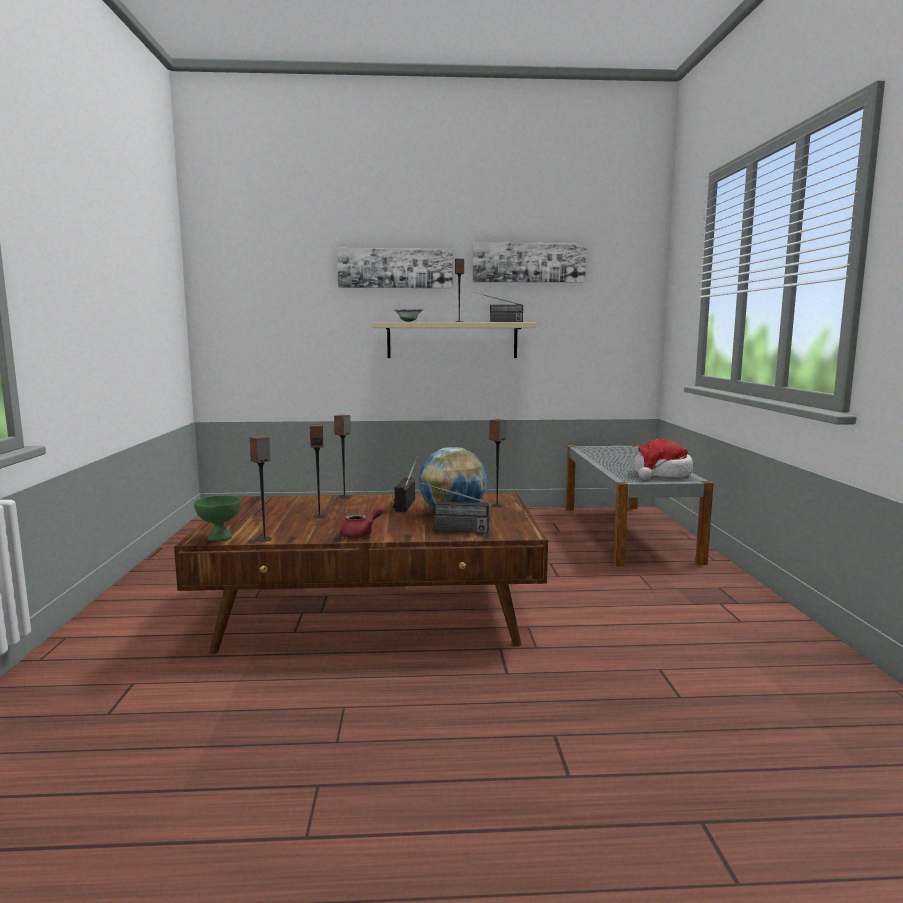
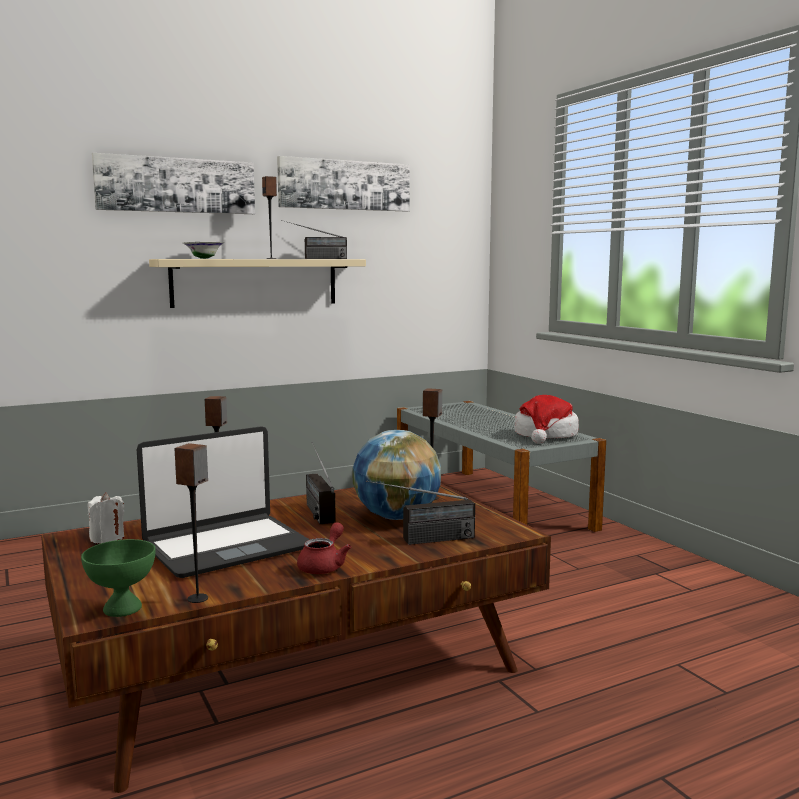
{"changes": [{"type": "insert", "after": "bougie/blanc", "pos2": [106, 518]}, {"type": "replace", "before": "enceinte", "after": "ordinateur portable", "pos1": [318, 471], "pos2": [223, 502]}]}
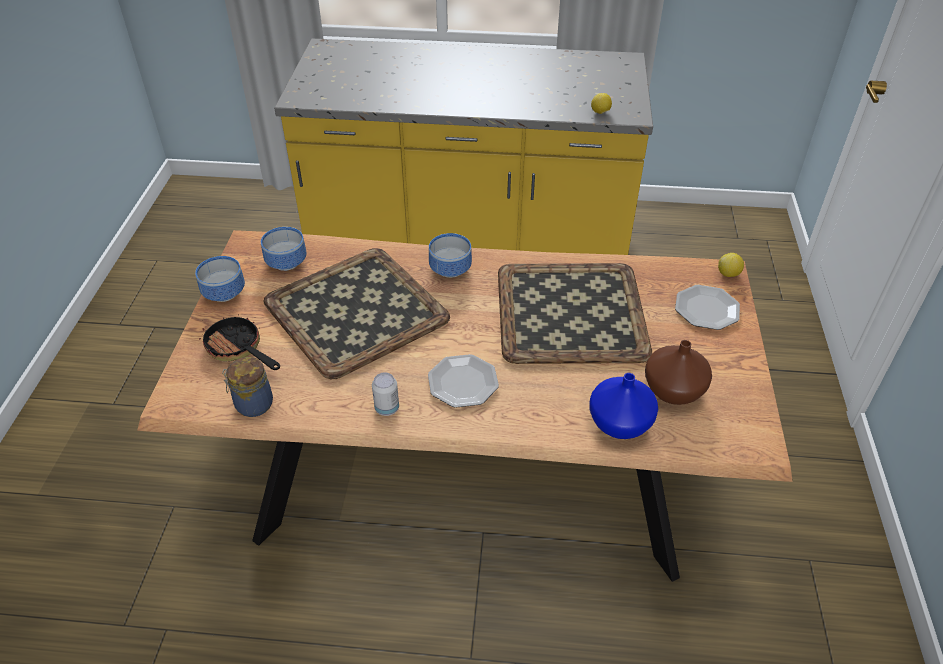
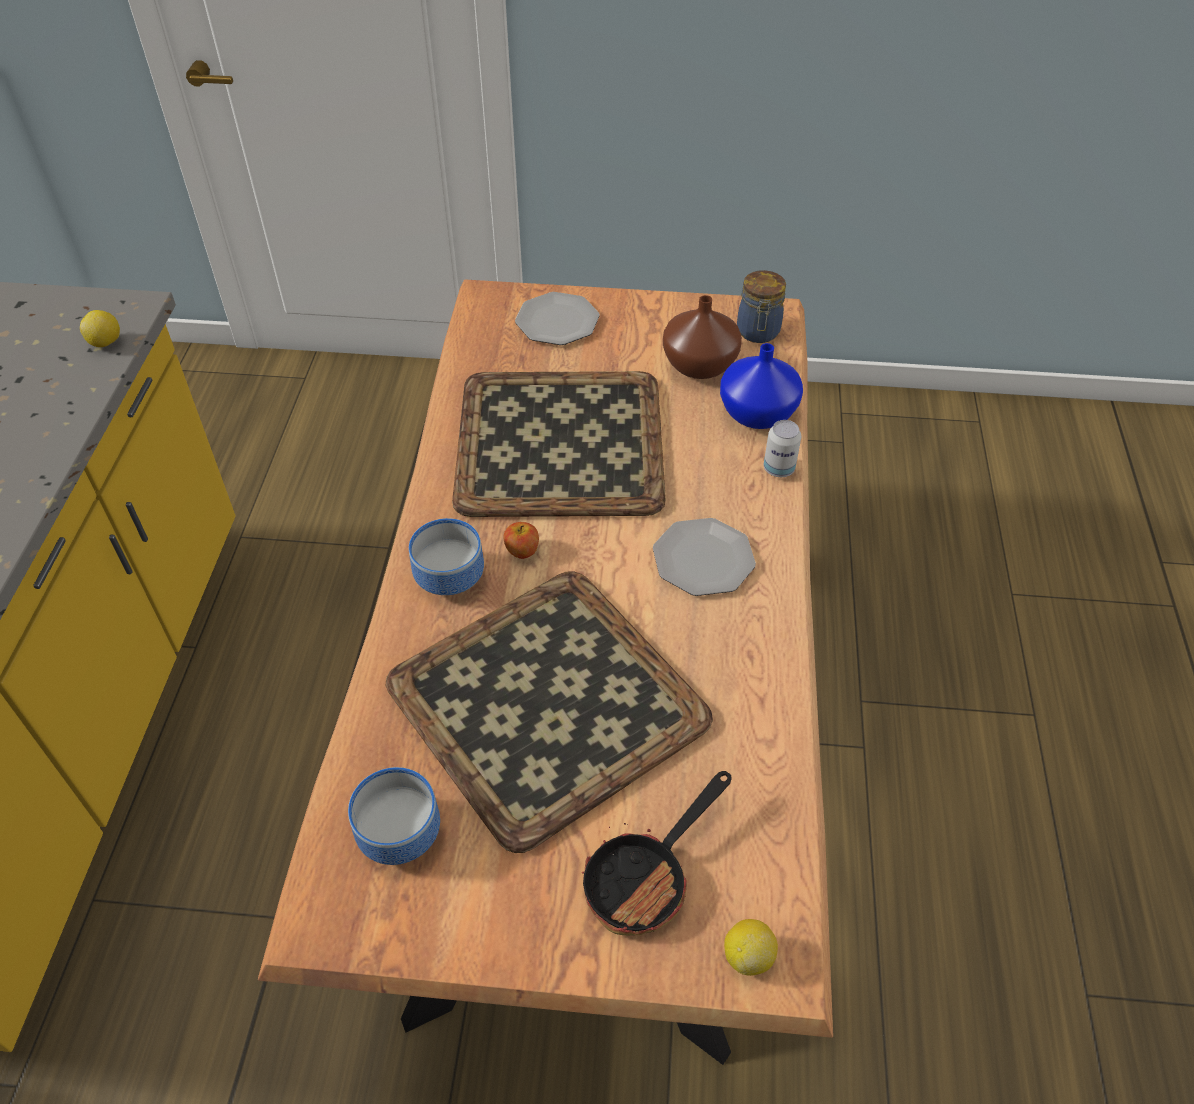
{"changes": [{"type": "insert", "after": "pomme", "pos2": [521, 540]}, {"type": "move", "before": "citron", "pos1": [731, 265], "pos2": [751, 947]}, {"type": "move", "before": "bocal", "pos1": [247, 387], "pos2": [761, 306]}, {"type": "move", "before": "boîte métallique", "pos1": [385, 394], "pos2": [782, 448]}, {"type": "delete", "before": "bol", "pos1": [220, 279]}]}
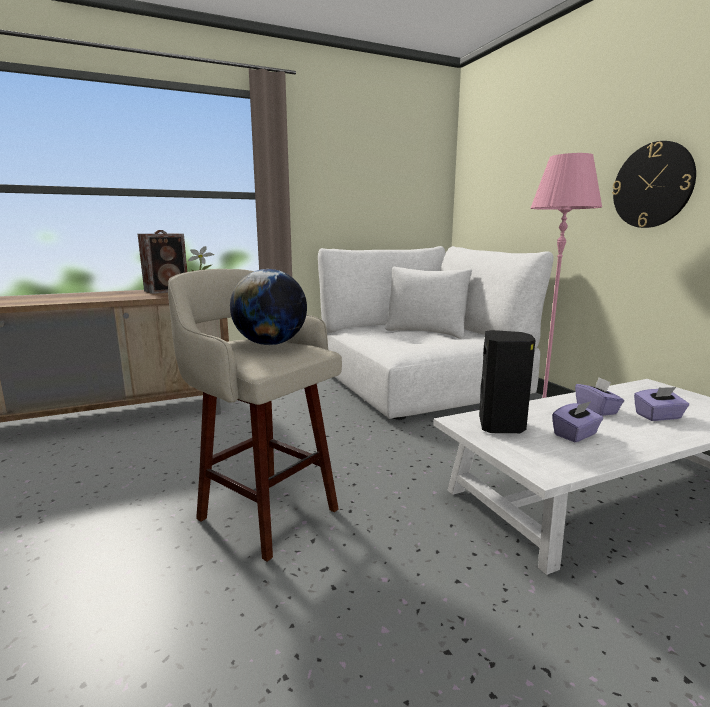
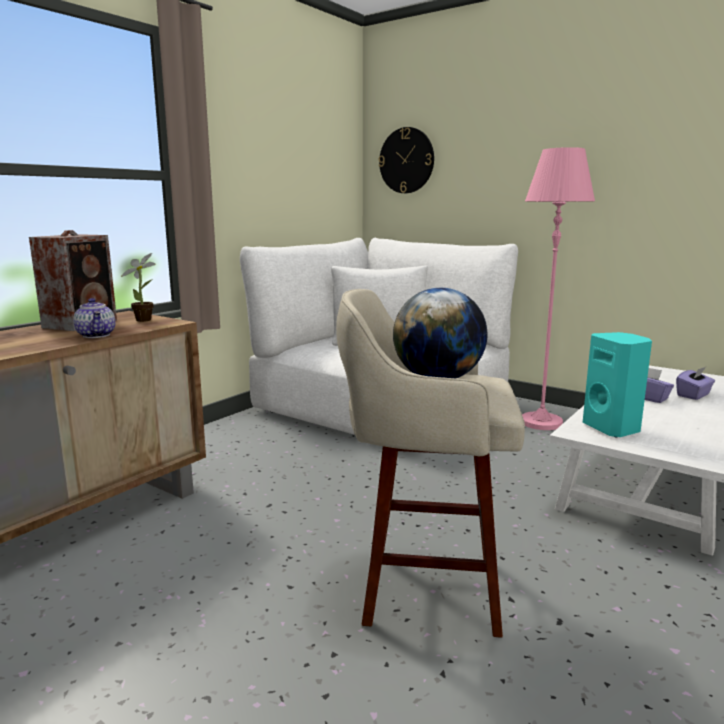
{"changes": [{"type": "insert", "after": "théière", "pos2": [94, 318]}, {"type": "move", "before": "horloge murale", "pos1": [654, 184], "pos2": [406, 160]}, {"type": "recolor", "before": "enceinte/noir", "after": "enceinte/turquoise", "pos1": [507, 381], "pos2": [617, 384]}, {"type": "delete", "before": "boîte à mouchoirs/violet", "pos1": [577, 421]}]}
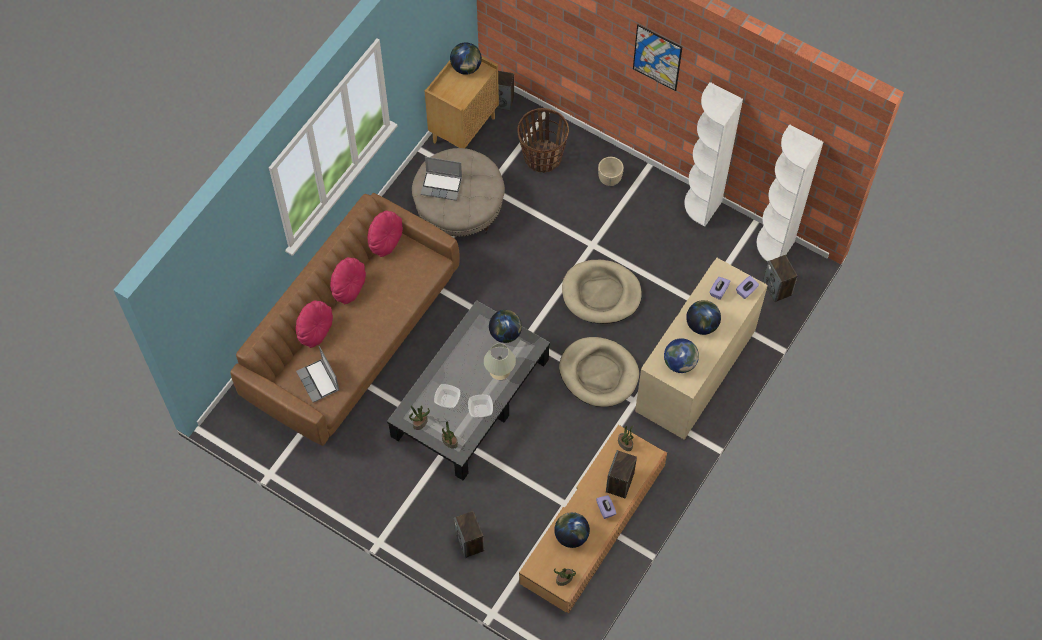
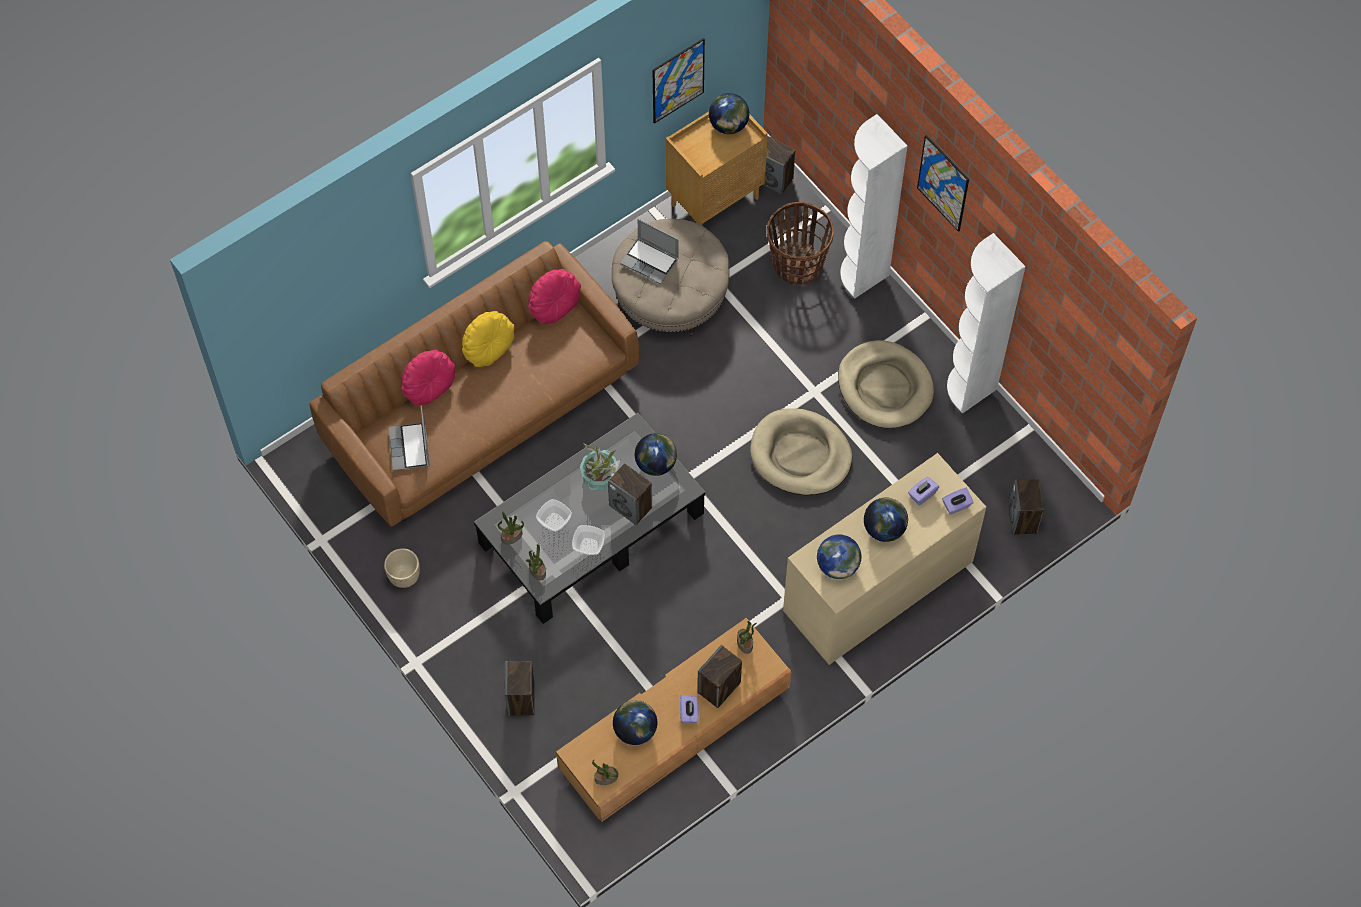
{"changes": [{"type": "move", "before": "cache-pot/beige", "pos1": [611, 171], "pos2": [402, 568]}, {"type": "recolor", "before": "coussin/rose", "after": "coussin/jaune", "pos1": [348, 280], "pos2": [488, 339]}, {"type": "insert", "after": "plante en pot", "pos2": [600, 466]}, {"type": "replace", "before": "lampe de table/beige", "after": "enceinte", "pos1": [500, 361], "pos2": [630, 494]}, {"type": "insert", "after": "tableau", "pos2": [678, 81]}, {"type": "move", "before": "panier pour chien/beige", "pos1": [599, 372], "pos2": [886, 384]}, {"type": "move", "before": "bibliothèque/blanc", "pos1": [790, 193], "pos2": [873, 206]}]}
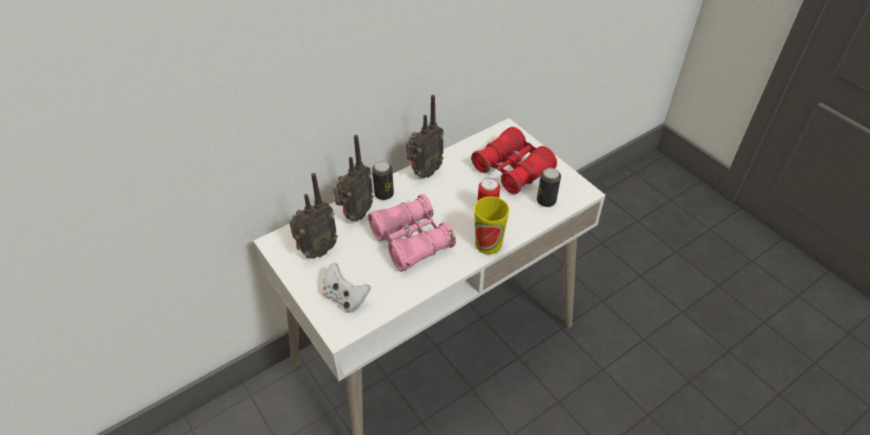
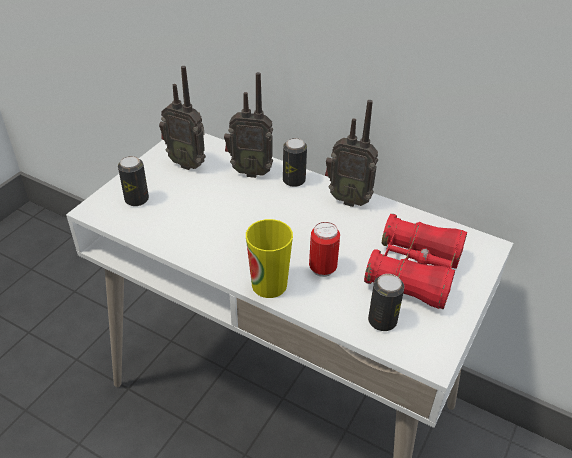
{"changes": [{"type": "replace", "before": "manette/blanc", "after": "boîte métallique", "pos1": [346, 288], "pos2": [133, 181]}, {"type": "delete", "before": "jumelles/rose", "pos1": [412, 233]}]}
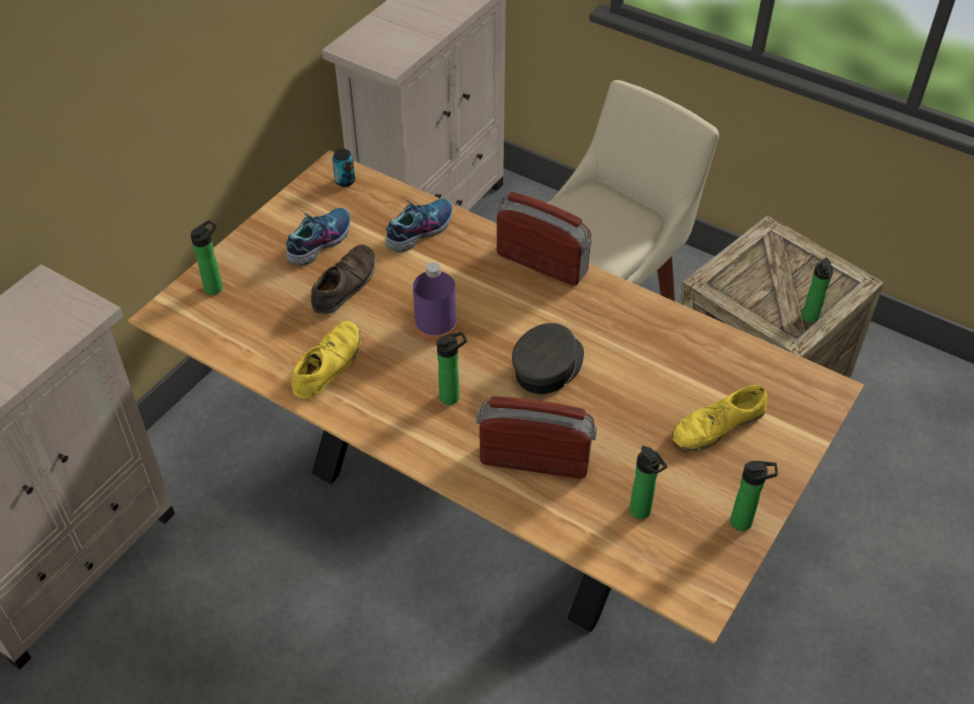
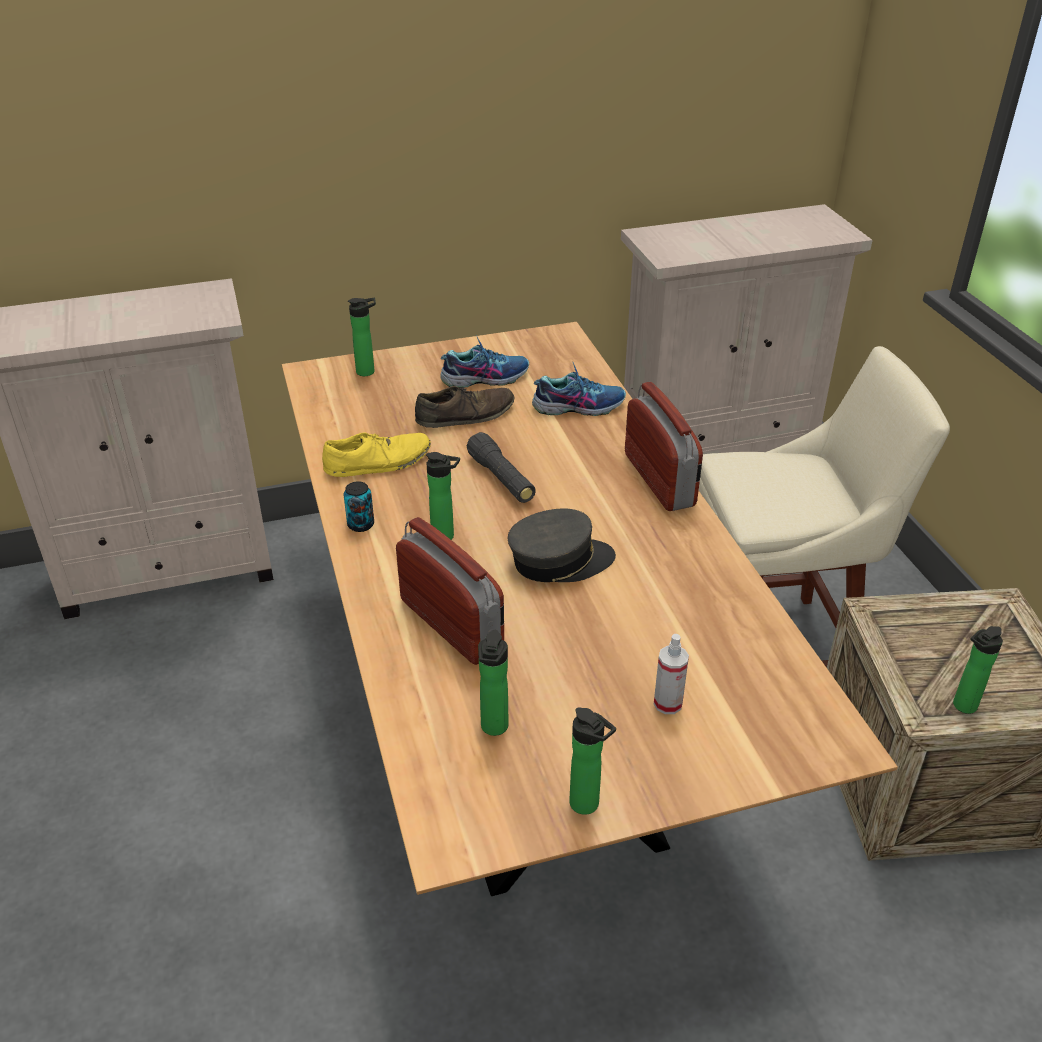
{"changes": [{"type": "move", "before": "boîte métallique", "pos1": [343, 168], "pos2": [359, 506]}, {"type": "replace", "before": "bouteille/violet", "after": "lampe de poche/noir", "pos1": [435, 301], "pos2": [501, 467]}, {"type": "replace", "before": "chaussure/jaune", "after": "vaporisateur", "pos1": [719, 418], "pos2": [671, 674]}]}
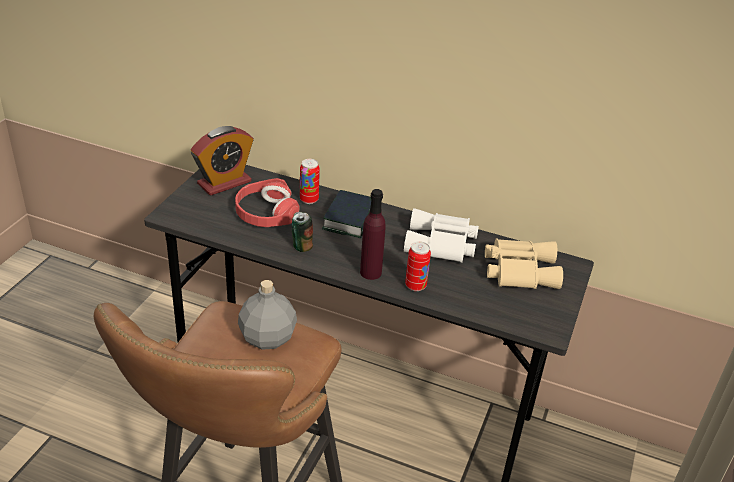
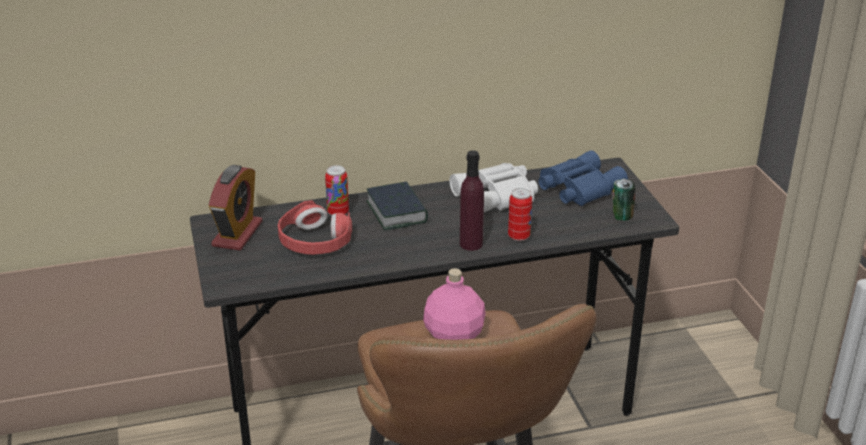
{"changes": [{"type": "recolor", "before": "bouteille/gris", "after": "bouteille/rose", "pos1": [267, 315], "pos2": [454, 304]}, {"type": "recolor", "before": "jumelles/beige", "after": "jumelles/bleu", "pos1": [524, 264], "pos2": [583, 178]}, {"type": "move", "before": "boîte métallique", "pos1": [302, 232], "pos2": [623, 200]}]}
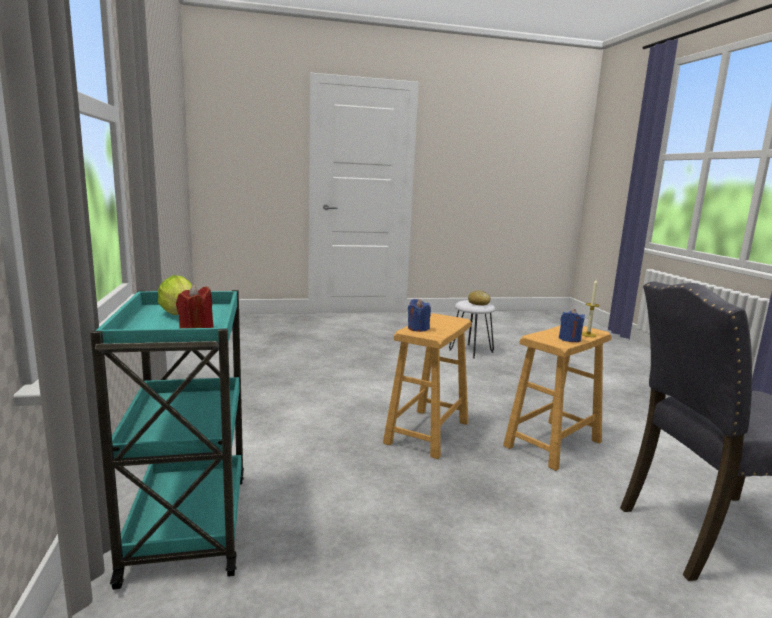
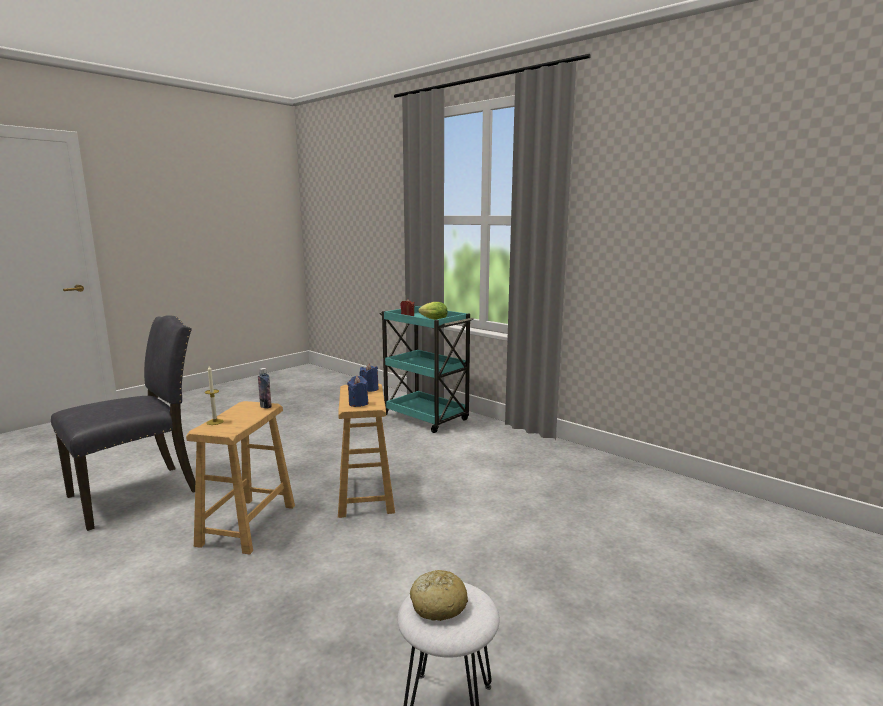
{"changes": [{"type": "insert", "after": "bouteille", "pos2": [265, 388]}, {"type": "move", "before": "bougie/bleu", "pos1": [572, 325], "pos2": [357, 391]}]}
